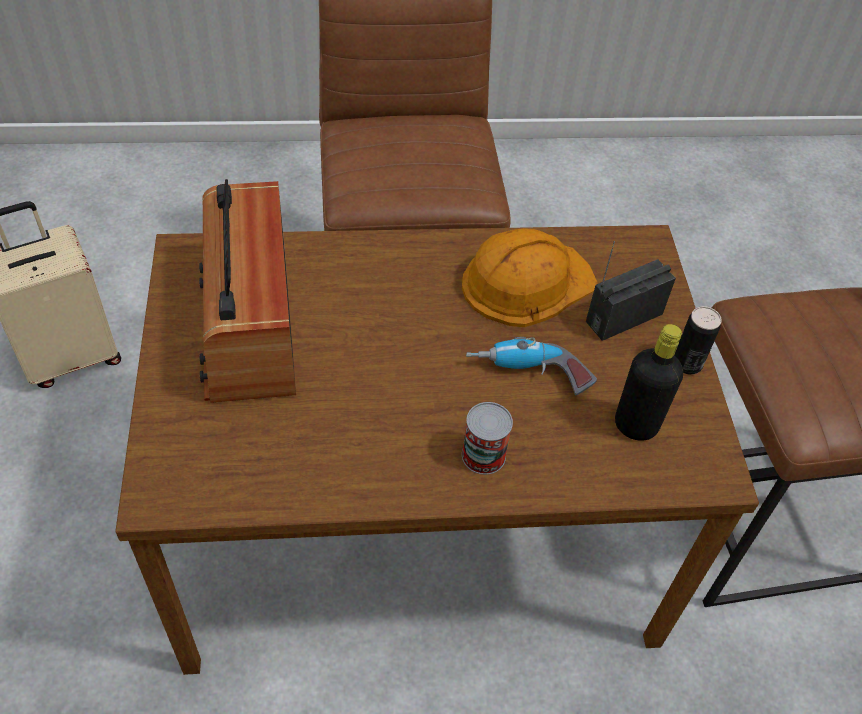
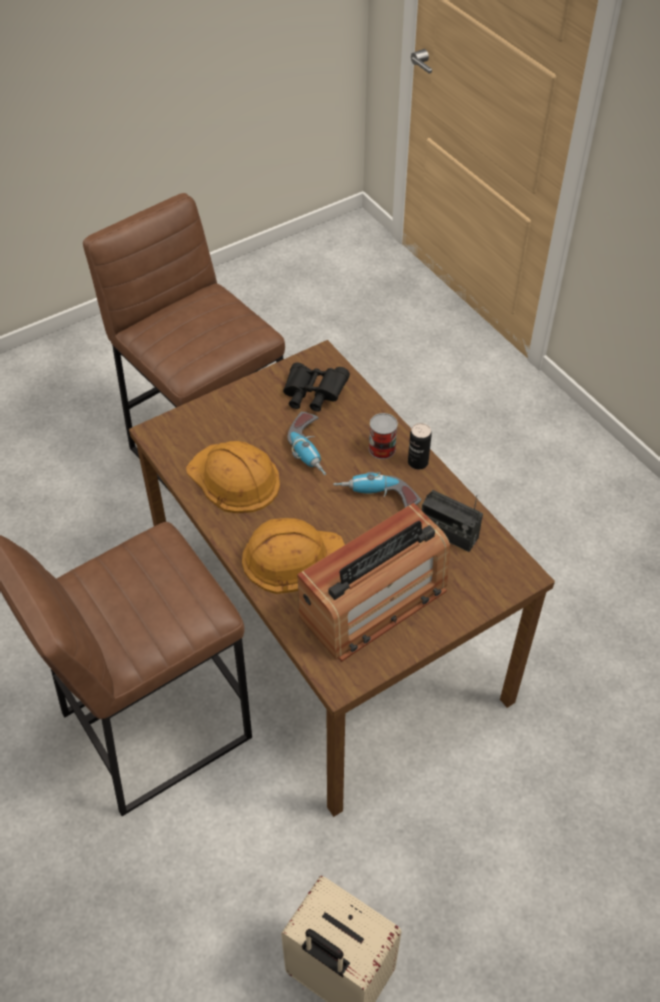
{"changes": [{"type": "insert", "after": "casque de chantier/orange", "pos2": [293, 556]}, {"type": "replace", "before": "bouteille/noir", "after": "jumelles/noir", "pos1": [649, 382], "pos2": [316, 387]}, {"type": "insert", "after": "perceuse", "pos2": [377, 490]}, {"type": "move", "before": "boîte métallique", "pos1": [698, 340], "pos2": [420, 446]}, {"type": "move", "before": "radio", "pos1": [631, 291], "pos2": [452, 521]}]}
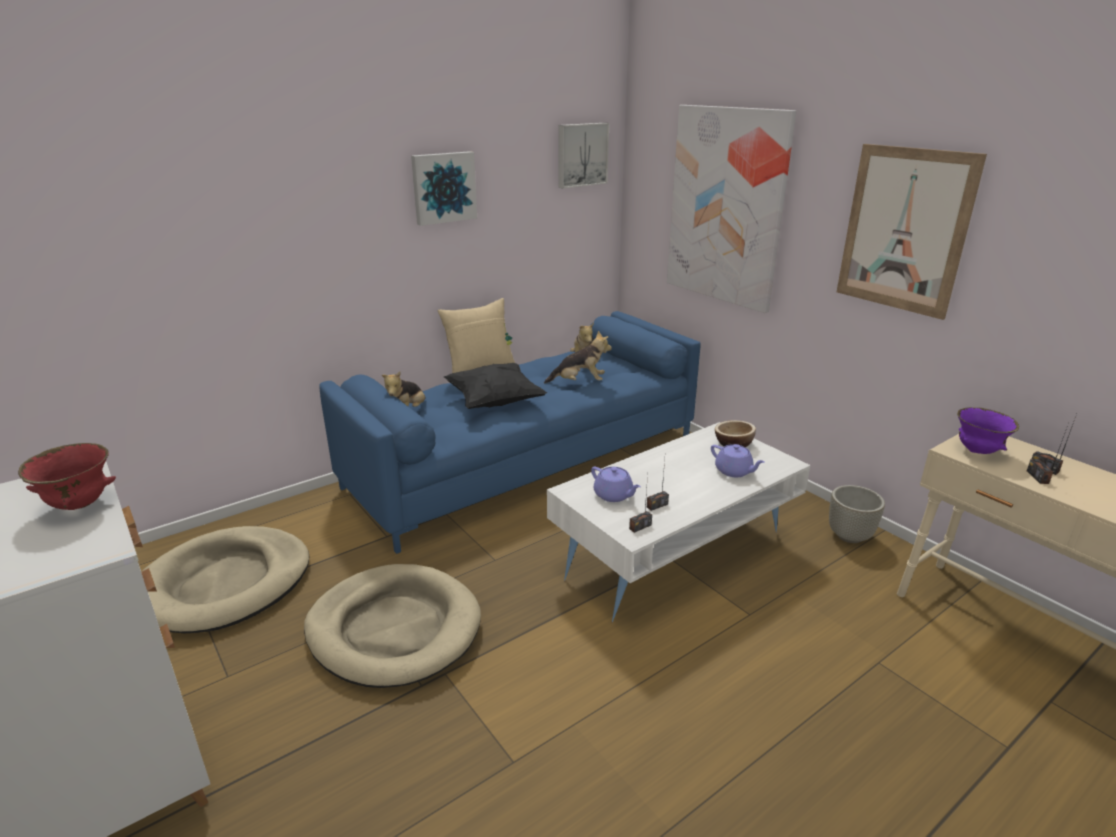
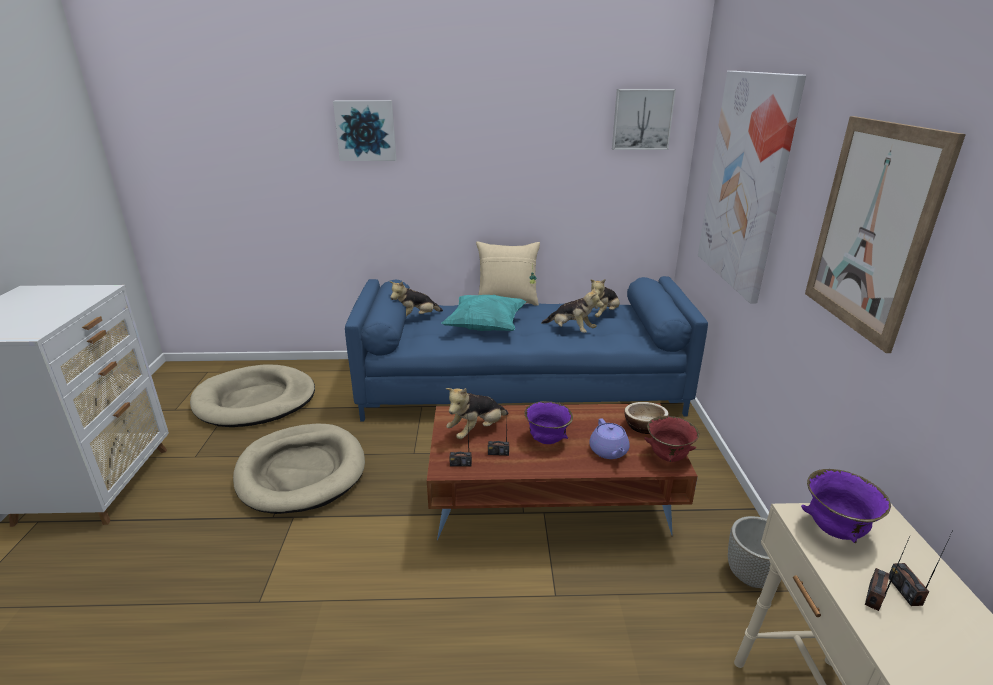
{"changes": [{"type": "move", "before": "tableau", "pos1": [444, 188], "pos2": [364, 130]}, {"type": "recolor", "before": "table basse/blanc", "after": "table basse/marron", "pos1": [678, 522], "pos2": [562, 472]}, {"type": "recolor", "before": "coussin/noir", "after": "coussin/turquoise", "pos1": [495, 386], "pos2": [483, 313]}, {"type": "replace", "before": "théière/violet", "after": "peluche", "pos1": [616, 484], "pos2": [477, 413]}, {"type": "insert", "after": "bol/violet", "pos2": [548, 422]}, {"type": "move", "before": "bol/rouge", "pos1": [67, 476], "pos2": [671, 439]}]}
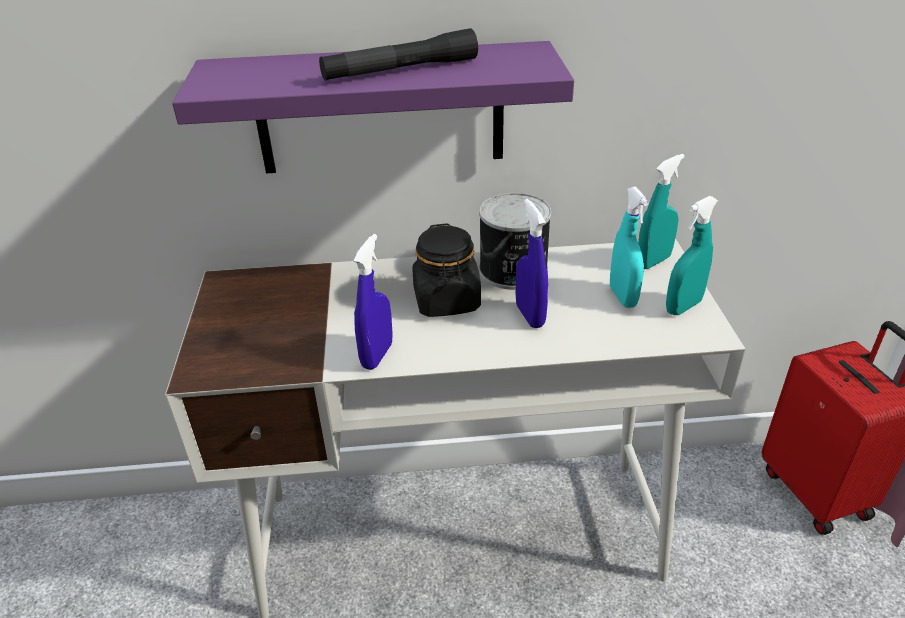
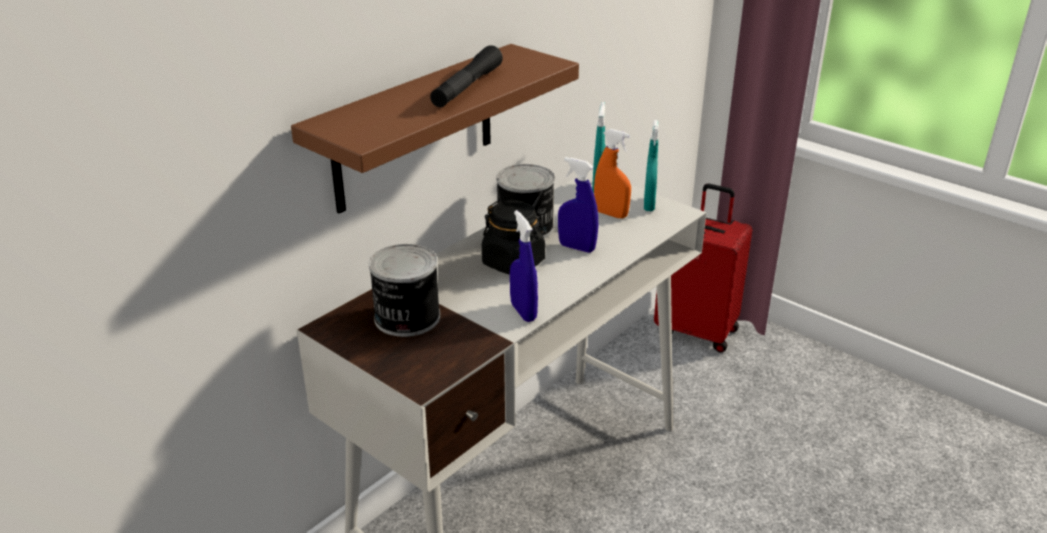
{"changes": [{"type": "recolor", "before": "étagère/violet", "after": "étagère/marron", "pos1": [373, 107], "pos2": [435, 129]}, {"type": "insert", "after": "boîte métallique", "pos2": [404, 290]}, {"type": "recolor", "before": "vaporisateur/turquoise", "after": "vaporisateur/orange", "pos1": [629, 247], "pos2": [612, 173]}]}
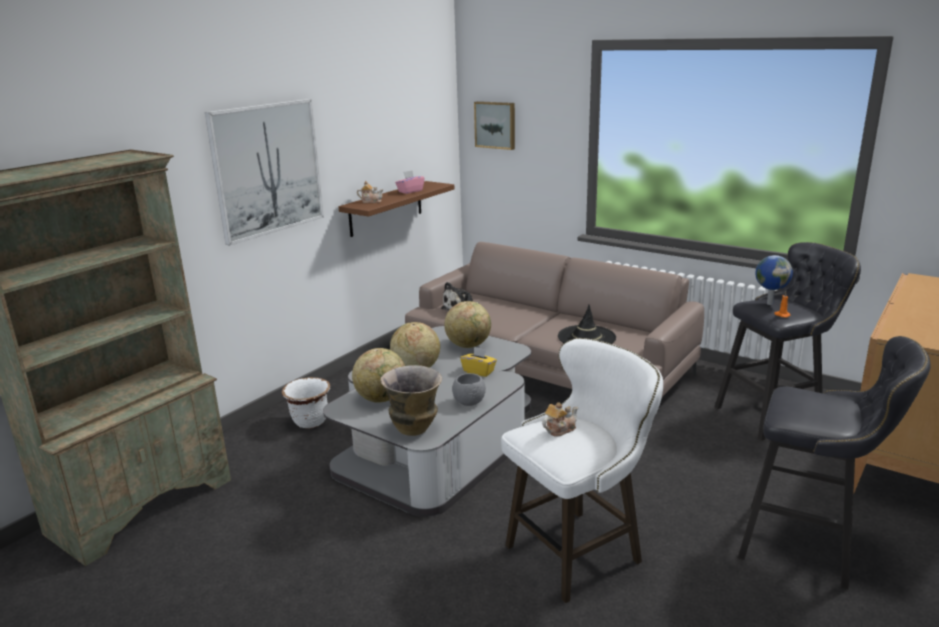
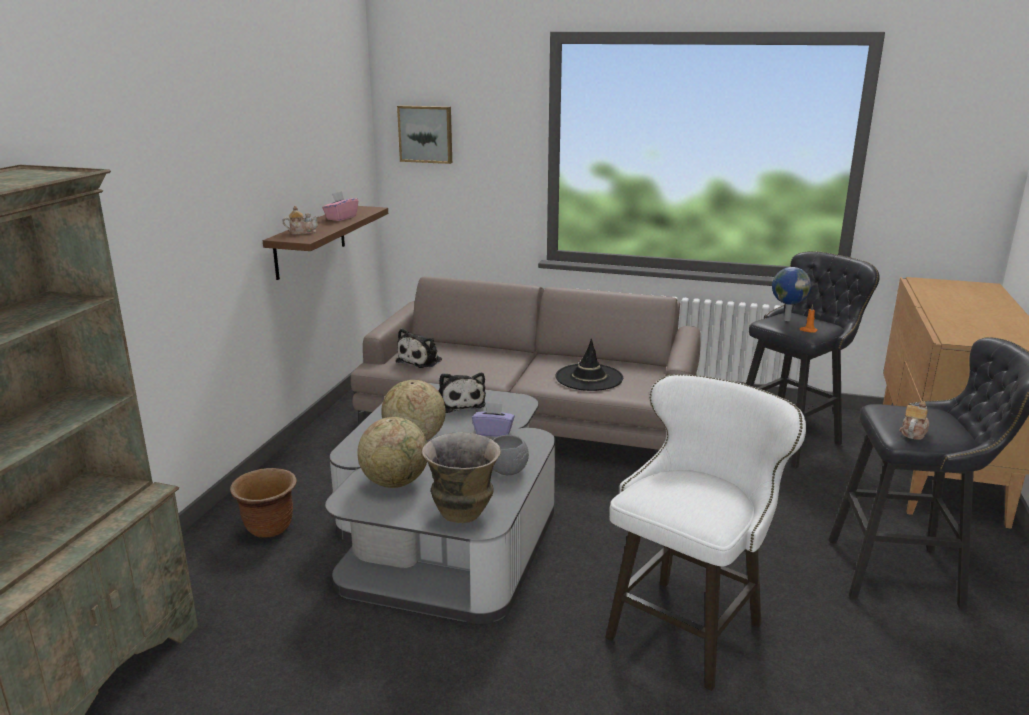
{"changes": [{"type": "recolor", "before": "cache-pot/blanc", "after": "cache-pot/marron", "pos1": [306, 403], "pos2": [263, 503]}, {"type": "replace", "before": "globe", "after": "peluche", "pos1": [467, 324], "pos2": [462, 393]}, {"type": "recolor", "before": "boîte à mouchoirs/jaune", "after": "boîte à mouchoirs/violet", "pos1": [478, 362], "pos2": [493, 419]}, {"type": "move", "before": "théière", "pos1": [560, 419], "pos2": [914, 420]}, {"type": "delete", "before": "tableau", "pos1": [264, 172]}]}
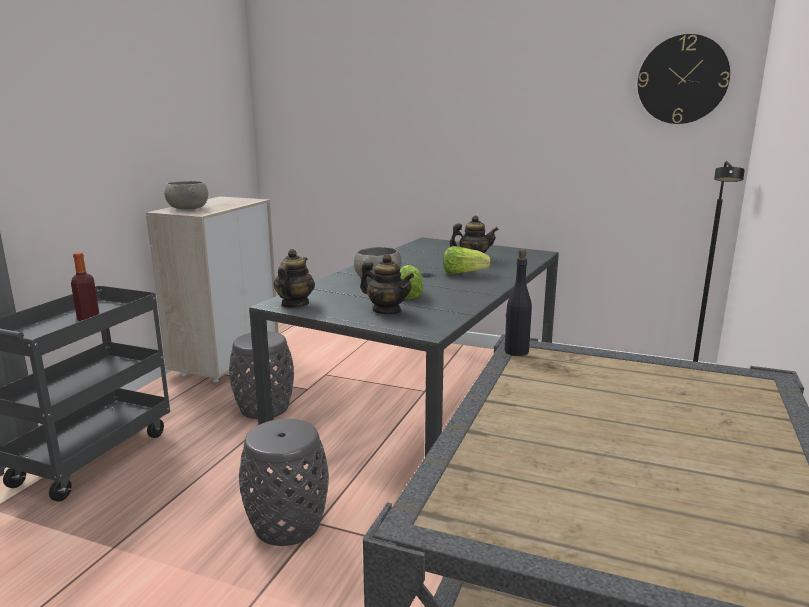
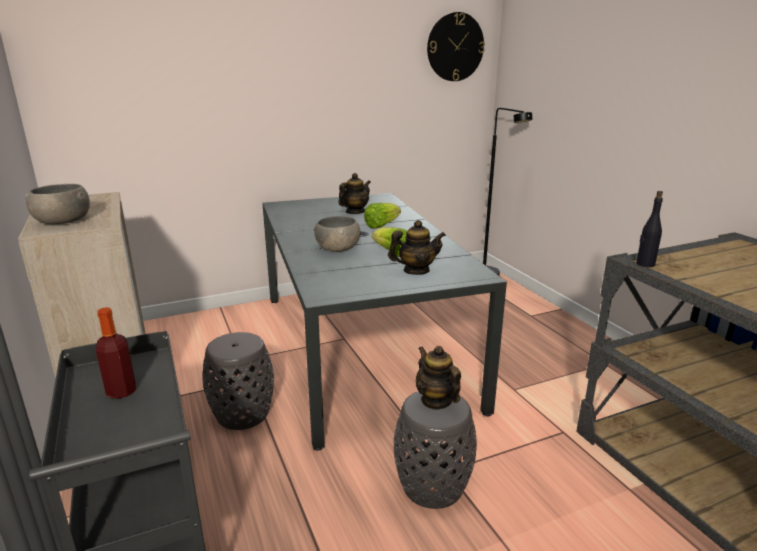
{"changes": [{"type": "move", "before": "théière", "pos1": [294, 278], "pos2": [438, 378]}]}
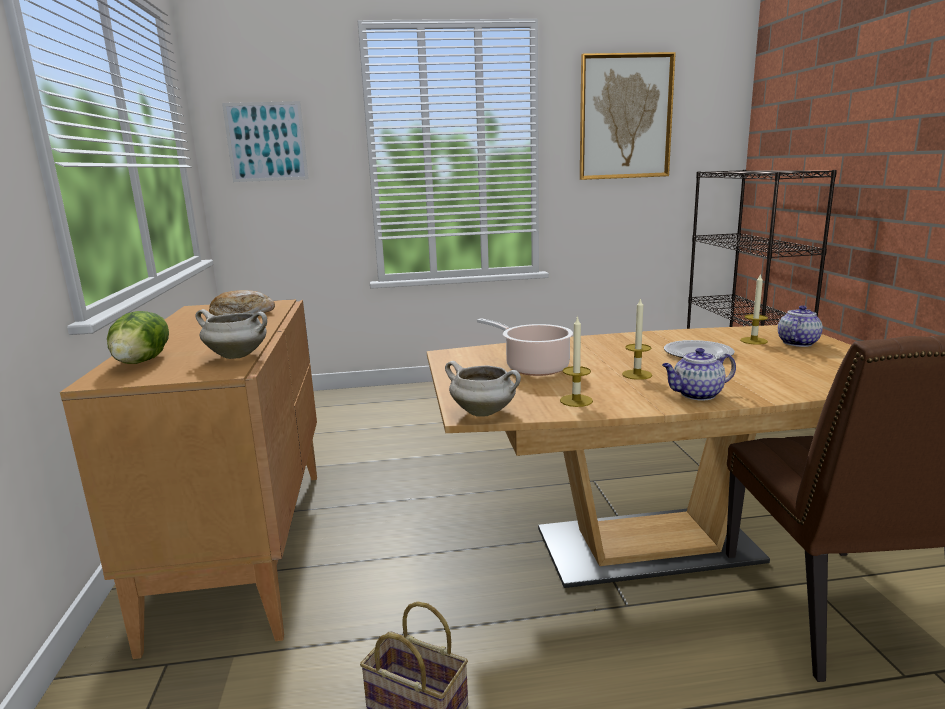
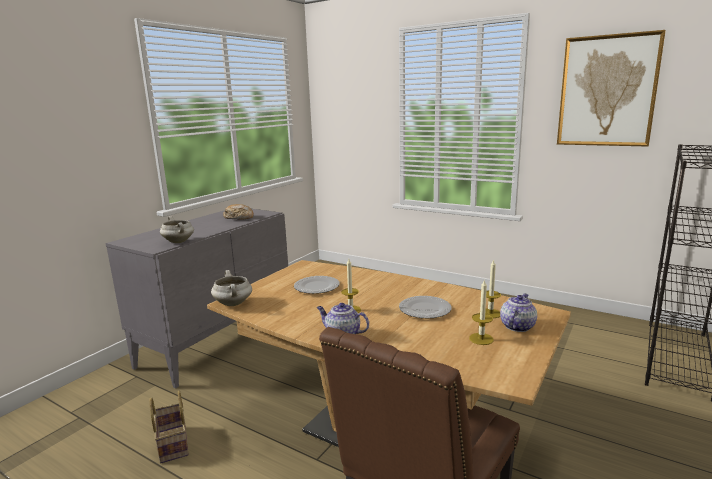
{"changes": [{"type": "recolor", "before": "meuble de rangement/marron", "after": "meuble de rangement/gris", "pos1": [188, 479], "pos2": [197, 299]}, {"type": "replace", "before": "marmite", "after": "assiette", "pos1": [525, 347], "pos2": [317, 285]}, {"type": "move", "before": "bougie", "pos1": [576, 361], "pos2": [481, 312]}, {"type": "rotate", "before": "théière", "pos1": [800, 326], "pos2": [518, 313], "turn": -45}, {"type": "delete", "before": "laitue", "pos1": [138, 337]}, {"type": "delete", "before": "tableau", "pos1": [265, 141]}]}
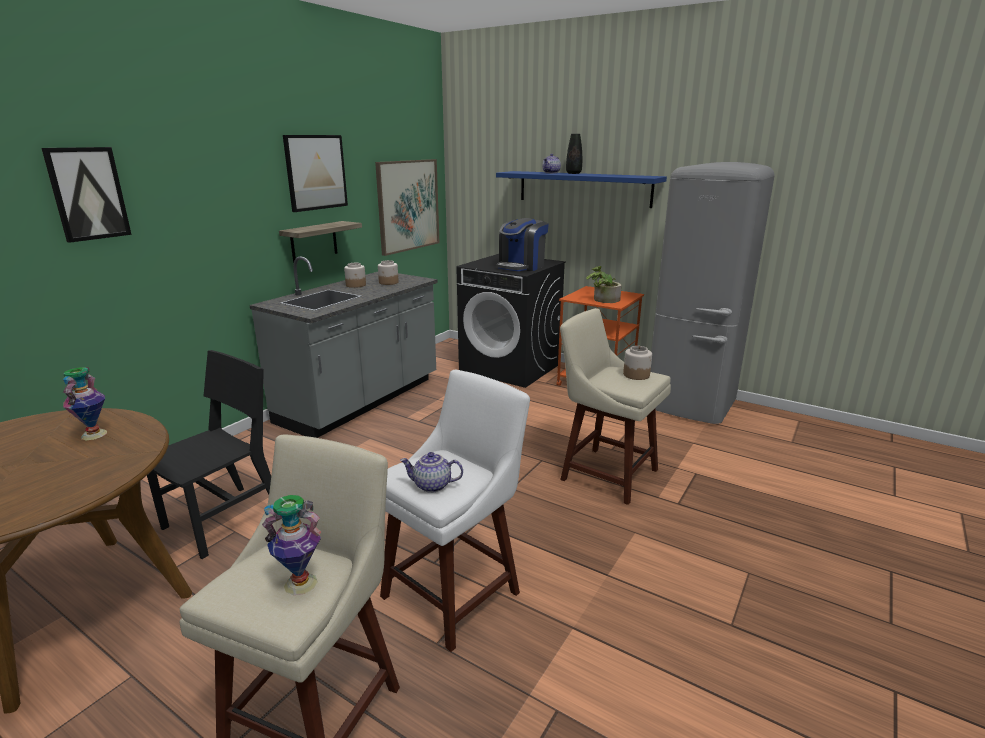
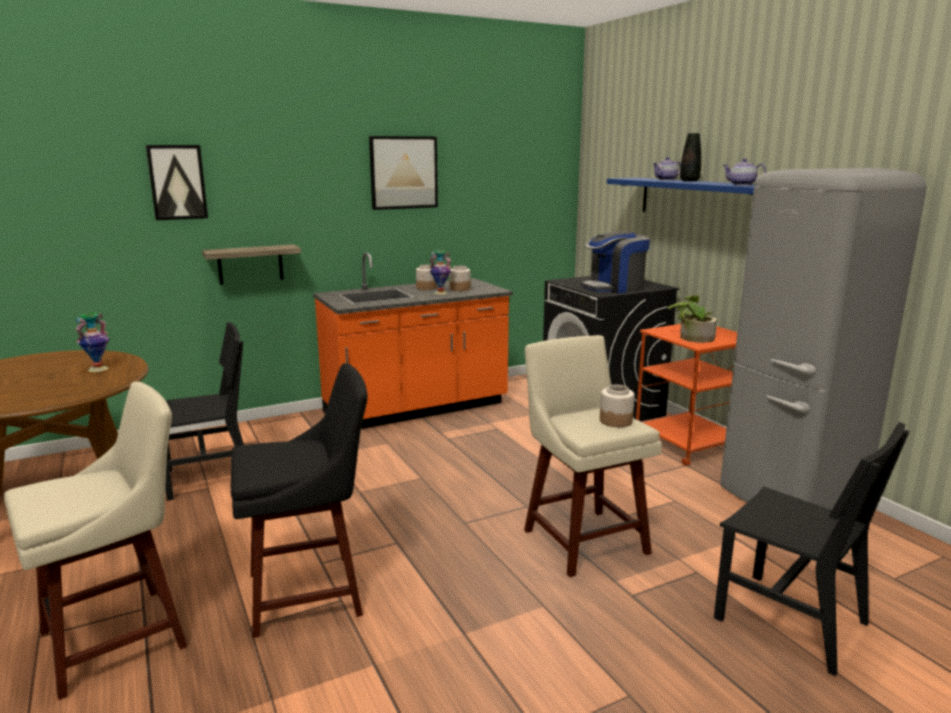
{"changes": [{"type": "move", "before": "étagère", "pos1": [320, 242], "pos2": [251, 264]}, {"type": "recolor", "before": "tabouret/blanc", "after": "tabouret/noir", "pos1": [455, 511], "pos2": [299, 500]}, {"type": "recolor", "before": "comptoir de cuisine/gris", "after": "comptoir de cuisine/orange", "pos1": [344, 347], "pos2": [413, 340]}, {"type": "move", "before": "vase", "pos1": [291, 545], "pos2": [440, 273]}, {"type": "insert", "after": "chaise/noir", "pos2": [812, 549]}, {"type": "move", "before": "théière", "pos1": [431, 472], "pos2": [744, 172]}, {"type": "delete", "before": "tableau", "pos1": [407, 207]}]}
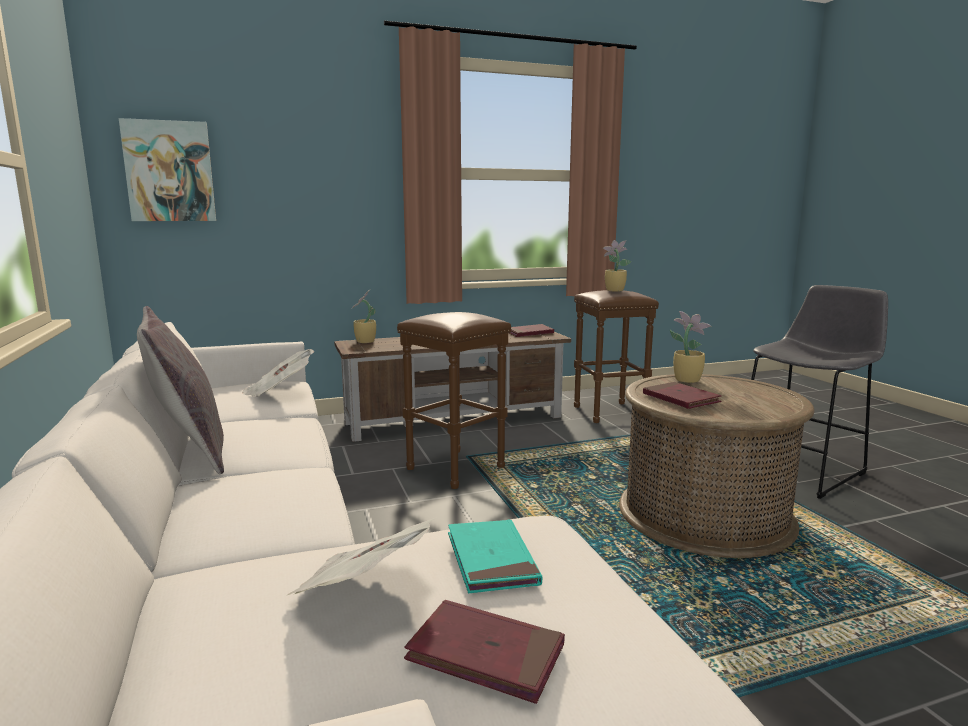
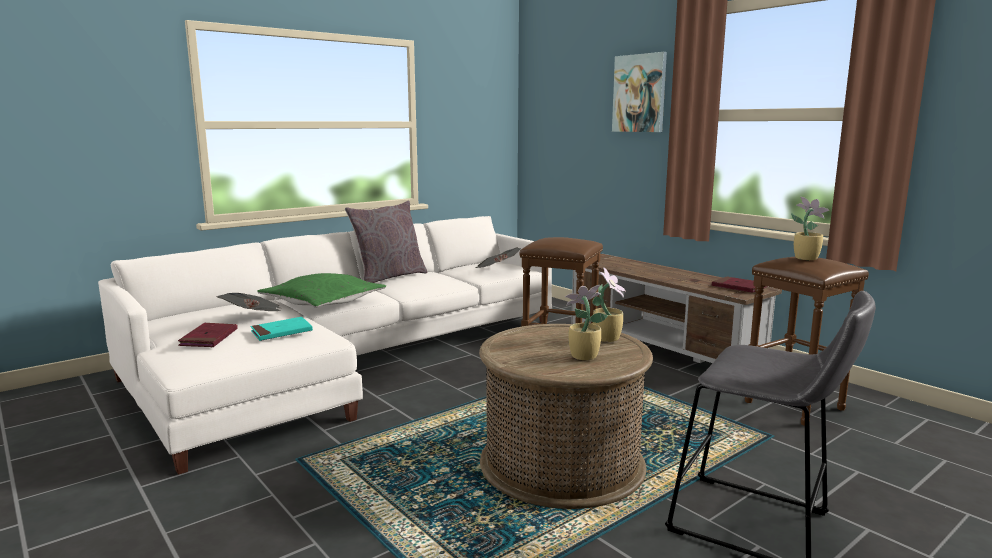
{"changes": [{"type": "insert", "after": "coussin/vert", "pos2": [321, 290]}, {"type": "move", "before": "plante en pot", "pos1": [364, 316], "pos2": [586, 322]}, {"type": "move", "before": "tableau", "pos1": [167, 169], "pos2": [639, 92]}, {"type": "delete", "before": "livre/rouge", "pos1": [682, 395]}]}
